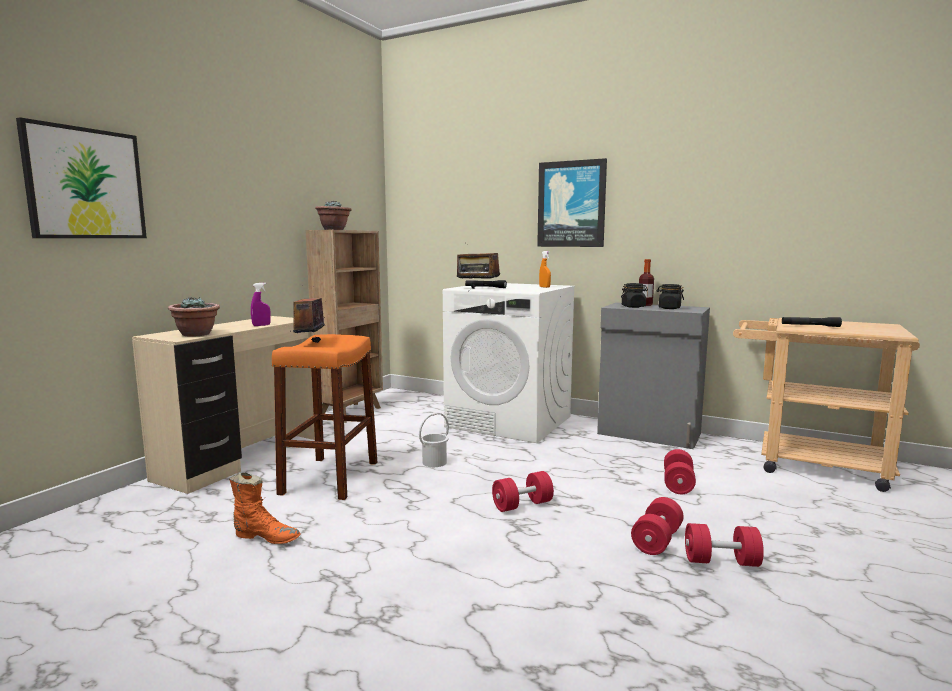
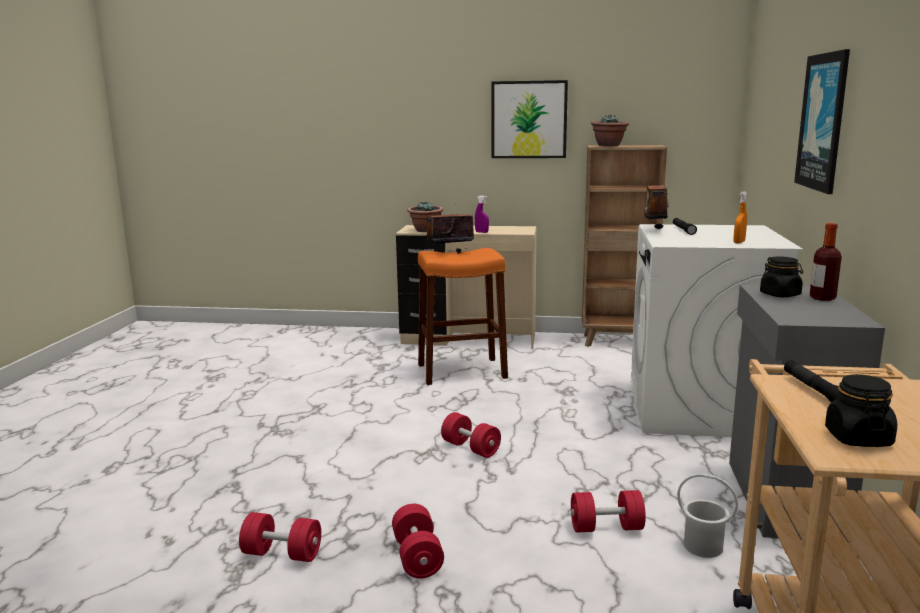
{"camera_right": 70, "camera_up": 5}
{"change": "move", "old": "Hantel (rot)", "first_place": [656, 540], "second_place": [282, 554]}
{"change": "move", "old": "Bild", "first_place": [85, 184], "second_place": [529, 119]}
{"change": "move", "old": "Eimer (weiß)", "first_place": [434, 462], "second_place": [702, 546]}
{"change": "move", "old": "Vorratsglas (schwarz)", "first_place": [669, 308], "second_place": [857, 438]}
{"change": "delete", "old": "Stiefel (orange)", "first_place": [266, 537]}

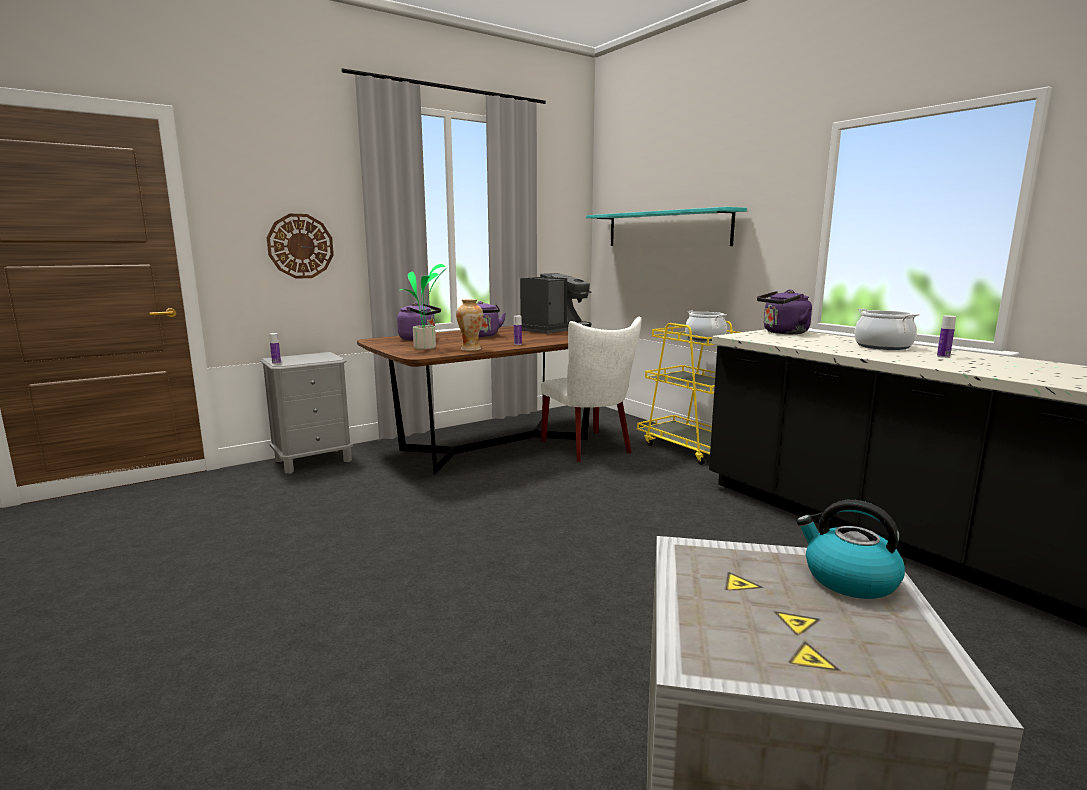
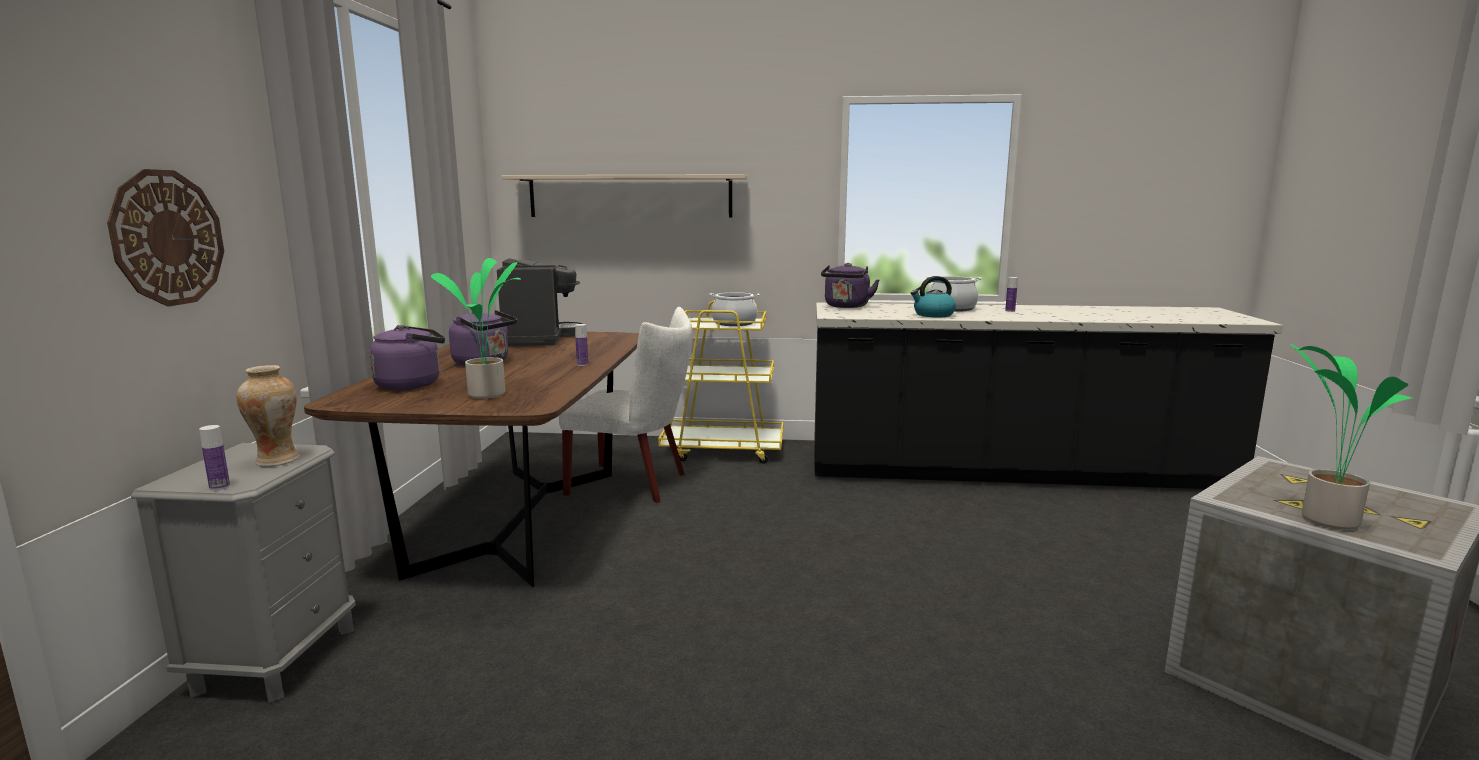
{"camera_right": -50, "camera_up": 0}
{"change": "move", "old": "Vase", "first_place": [470, 349], "second_place": [277, 460]}
{"change": "recolor", "old": "Wandregal (türkis)", "new": "Wandregal (beige)", "first_place": [666, 229], "second_place": [630, 196]}
{"change": "move", "old": "Wasserkessel", "first_place": [848, 579], "second_place": [933, 315]}
{"change": "insert", "new": "Topfpflanze", "second_place": [1325, 519]}

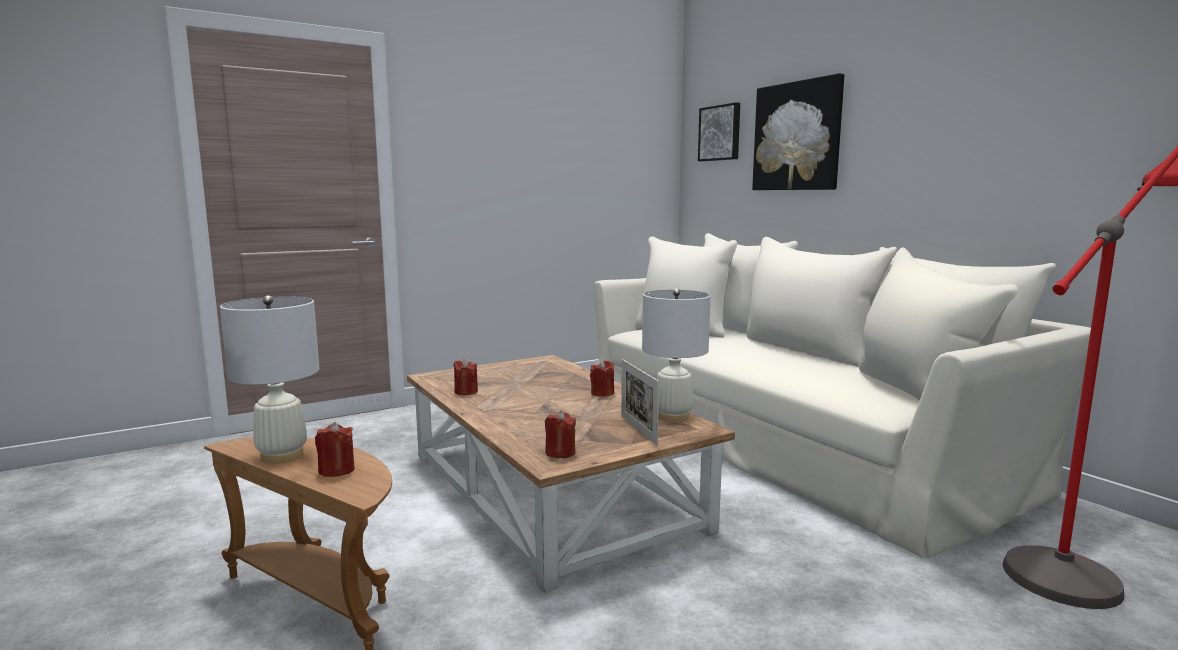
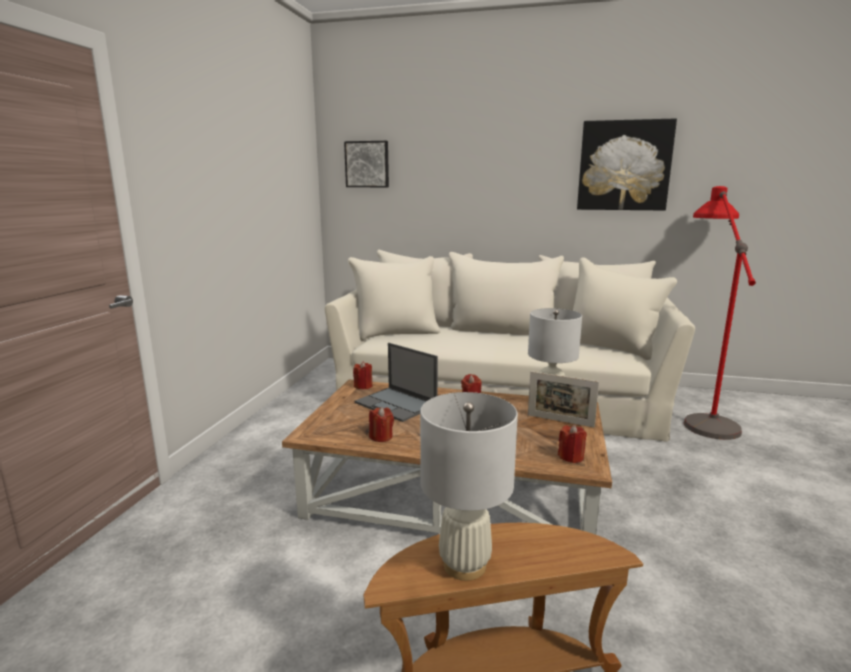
{"camera_right": -45, "camera_up": 5}
{"change": "move", "old": "Kerze (rot)", "first_place": [336, 470], "second_place": [363, 386]}
{"change": "insert", "new": "Laptop", "second_place": [397, 404]}
{"change": "move", "old": "Bild", "first_place": [797, 136], "second_place": [624, 166]}

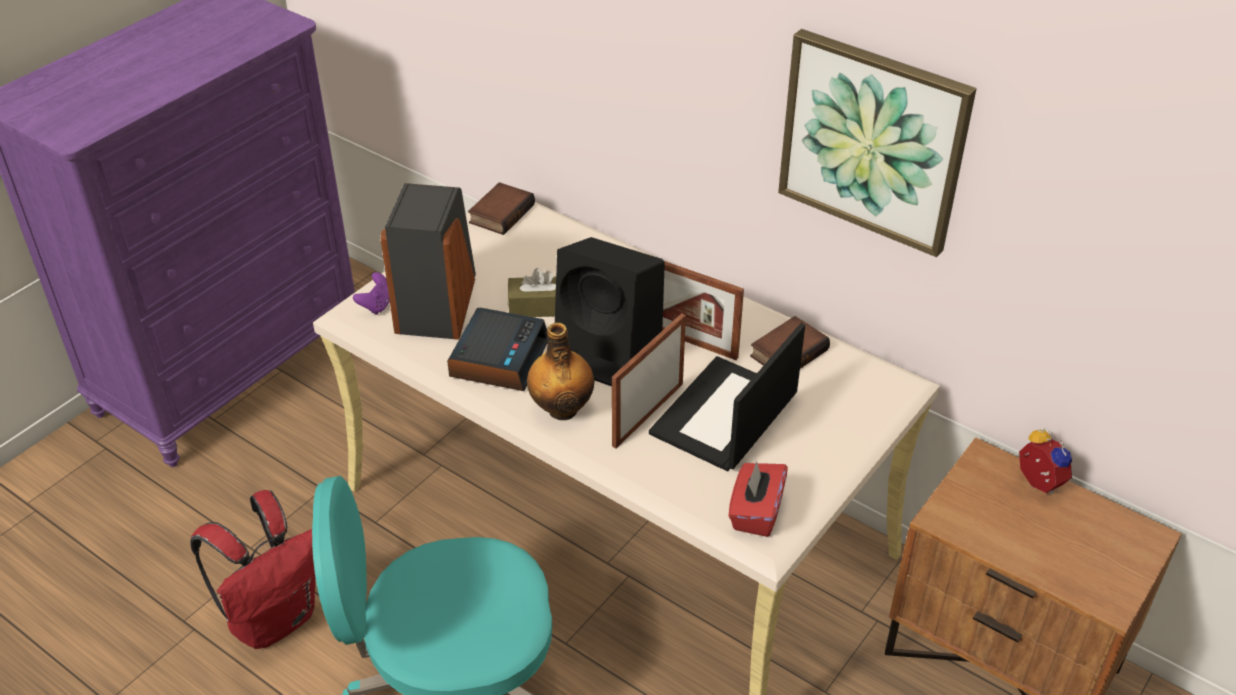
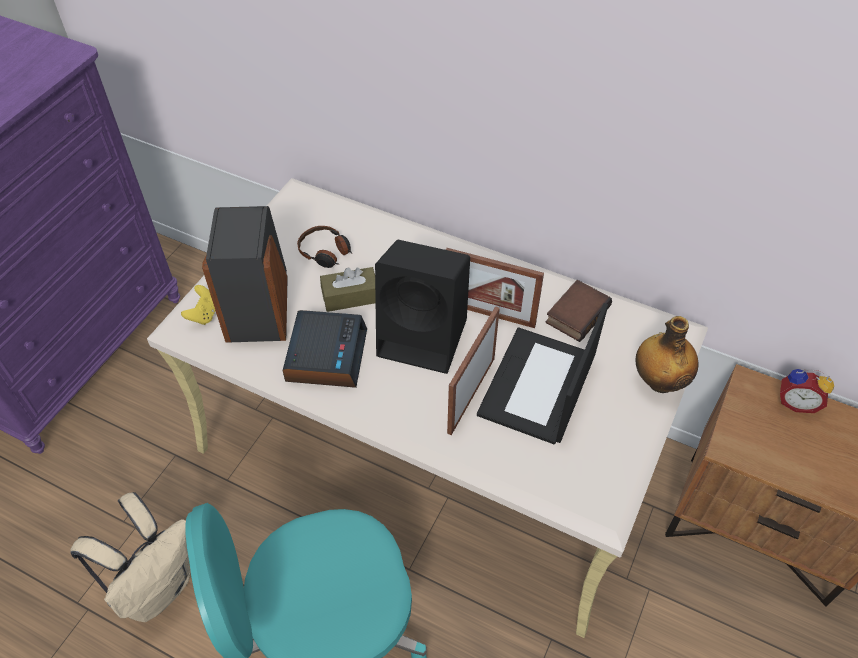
{"camera_right": -10, "camera_up": 10}
{"change": "recolor", "old": "Rucksack (rot)", "new": "Rucksack (beige)", "first_place": [275, 618], "second_place": [157, 587]}
{"change": "recolor", "old": "Gamepad (lila)", "new": "Gamepad (gelb)", "first_place": [377, 305], "second_place": [204, 314]}
{"change": "insert", "new": "Kopfhörer", "second_place": [325, 252]}
{"change": "move", "old": "Flasche", "first_place": [562, 408], "second_place": [659, 381]}
{"change": "rotate", "old": "Wecker", "first_place": [1036, 484], "second_place": [796, 402], "degrees": 150}
{"change": "delete", "old": "Buch", "first_place": [500, 213]}
{"change": "delete", "old": "Taschentuchbox (rot)", "first_place": [755, 512]}
{"change": "delete", "old": "Bild", "first_place": [873, 141]}

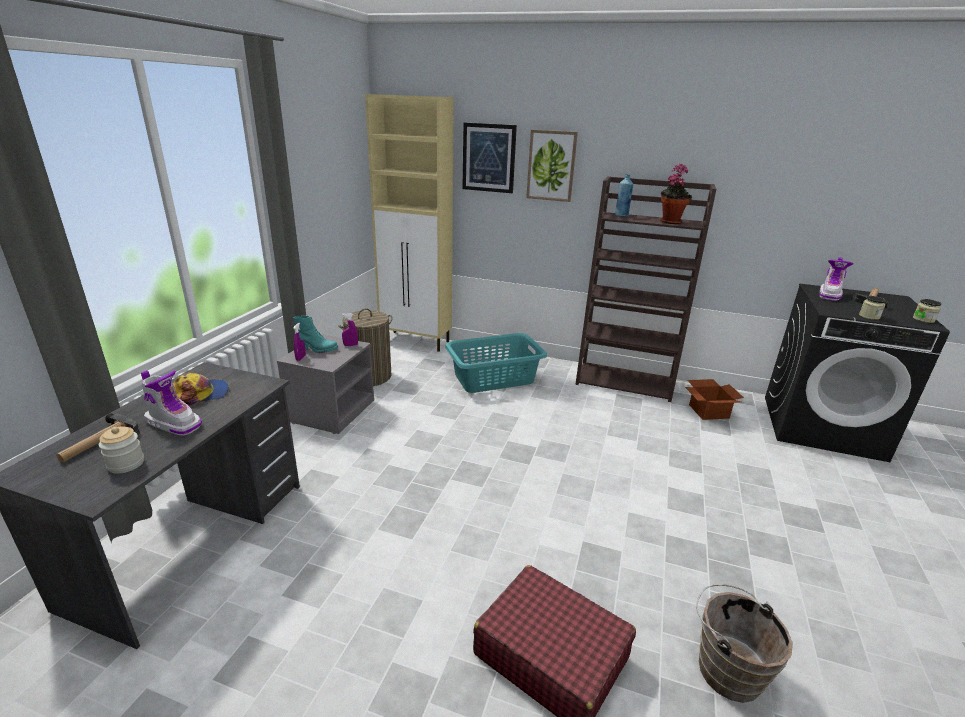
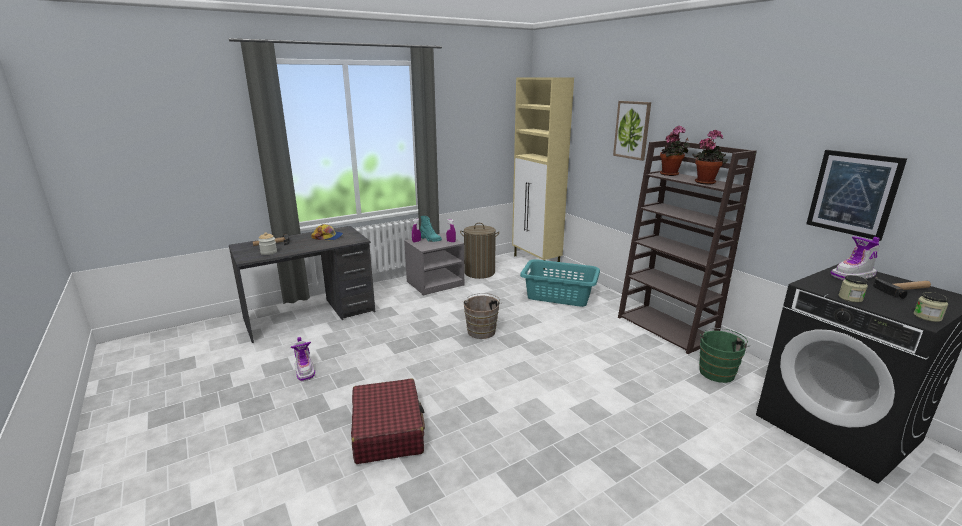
{"camera_right": 40, "camera_up": -5}
{"change": "move", "old": "Stiefel", "first_place": [174, 423], "second_place": [305, 371]}
{"change": "move", "old": "Eimer (braun)", "first_place": [725, 667], "second_place": [482, 330]}
{"change": "replace", "old": "Flasche (blau)", "new": "Topfpflanze", "first_place": [621, 216], "second_place": [671, 174]}
{"change": "replace", "old": "Karton", "new": "Eimer (grün)", "first_place": [708, 411], "second_place": [717, 371]}
{"change": "move", "old": "Bild", "first_place": [489, 158], "second_place": [853, 193]}

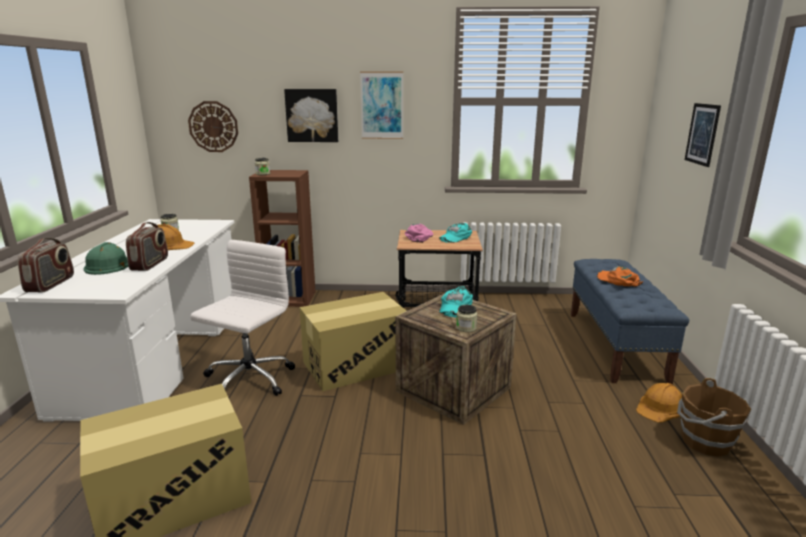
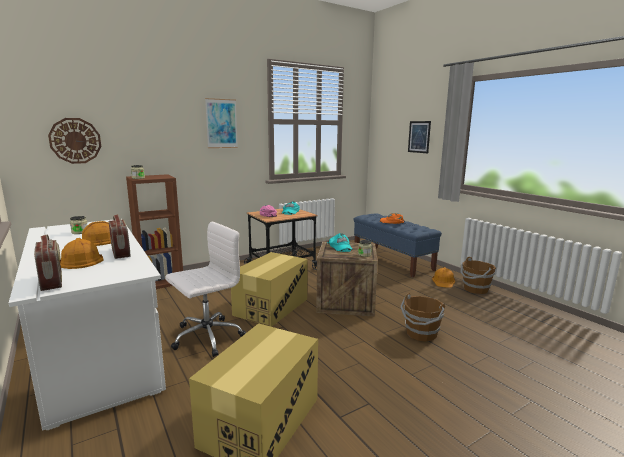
{"camera_right": -35, "camera_up": -5}
{"change": "recolor", "old": "Schutzhelm (grün)", "new": "Schutzhelm (orange)", "first_place": [109, 265], "second_place": [81, 260]}
{"change": "rotate", "old": "Bürostuhl (weiß)", "first_place": [248, 379], "second_place": [206, 337], "degrees": 60}
{"change": "insert", "new": "Eimer (braun)", "second_place": [421, 334]}
{"change": "delete", "old": "Bild", "first_place": [312, 115]}

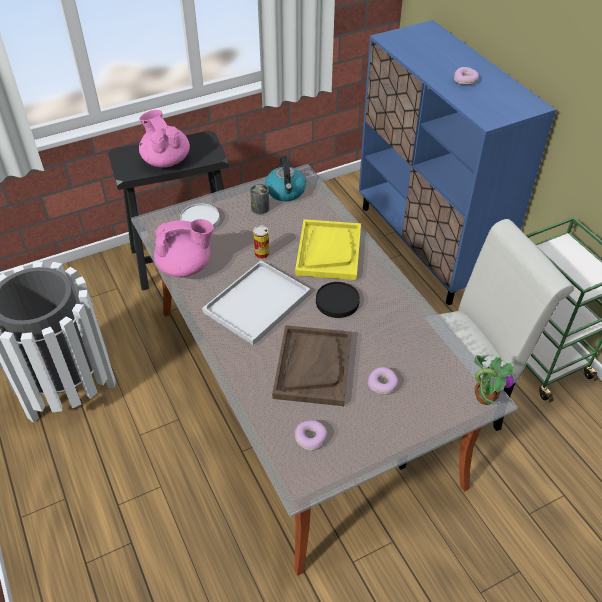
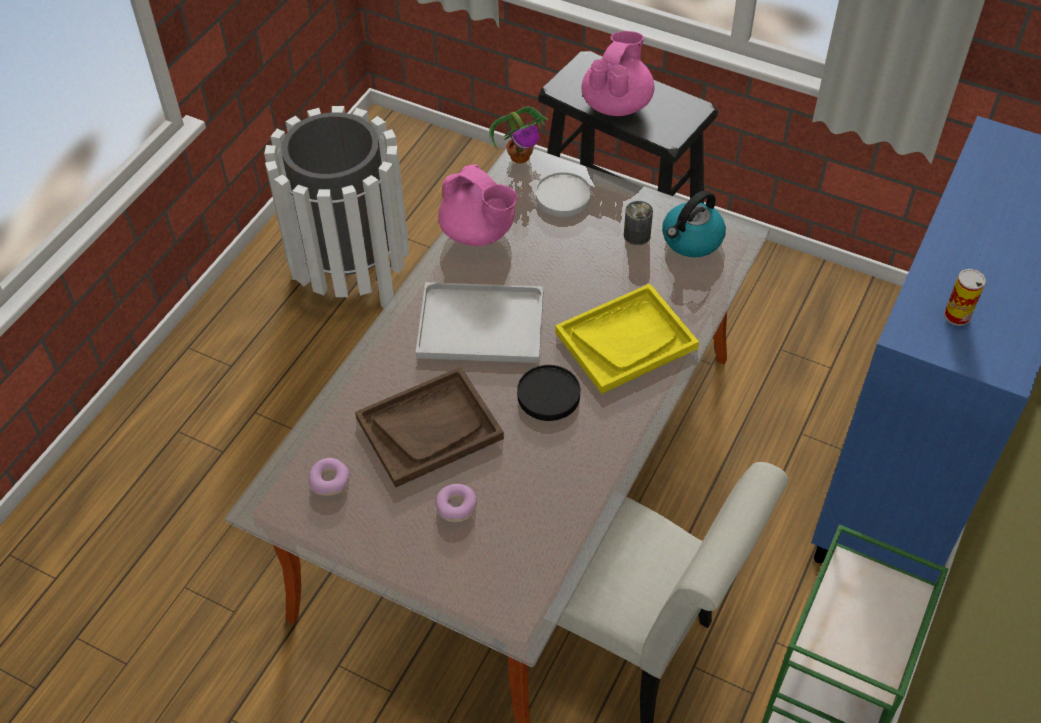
{"camera_right": 55, "camera_up": 5}
{"change": "move", "old": "Topfpflanze", "first_place": [484, 397], "second_place": [520, 156]}
{"change": "move", "old": "Dose", "first_place": [262, 254], "second_place": [957, 316]}
{"change": "delete", "old": "Donut", "first_place": [465, 80]}

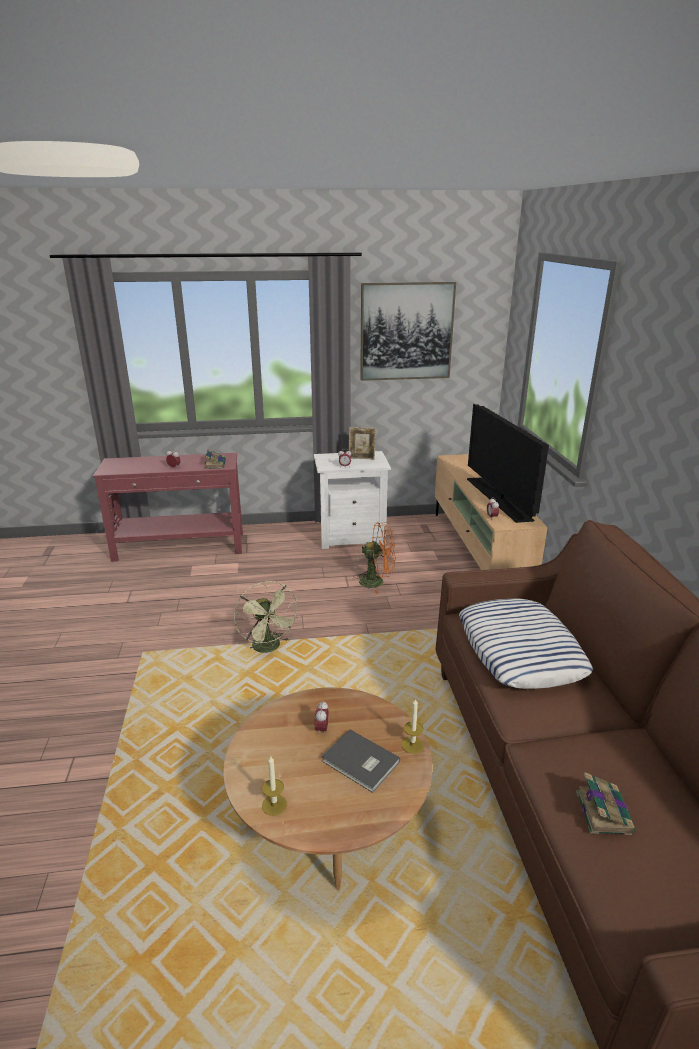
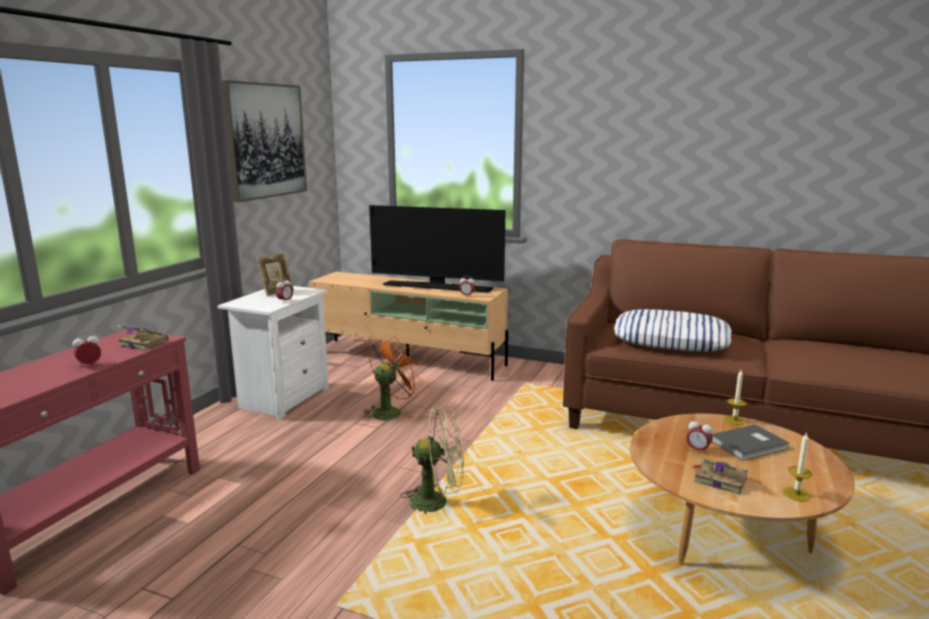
{"camera_right": -60, "camera_up": -10}
{"change": "move", "old": "Buch", "first_place": [603, 811], "second_place": [719, 479]}

